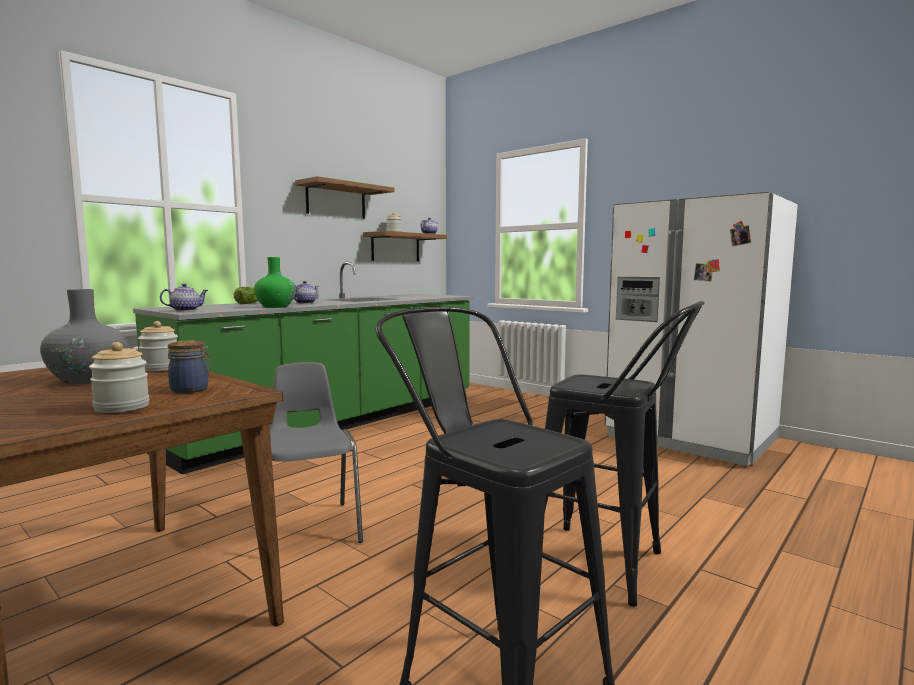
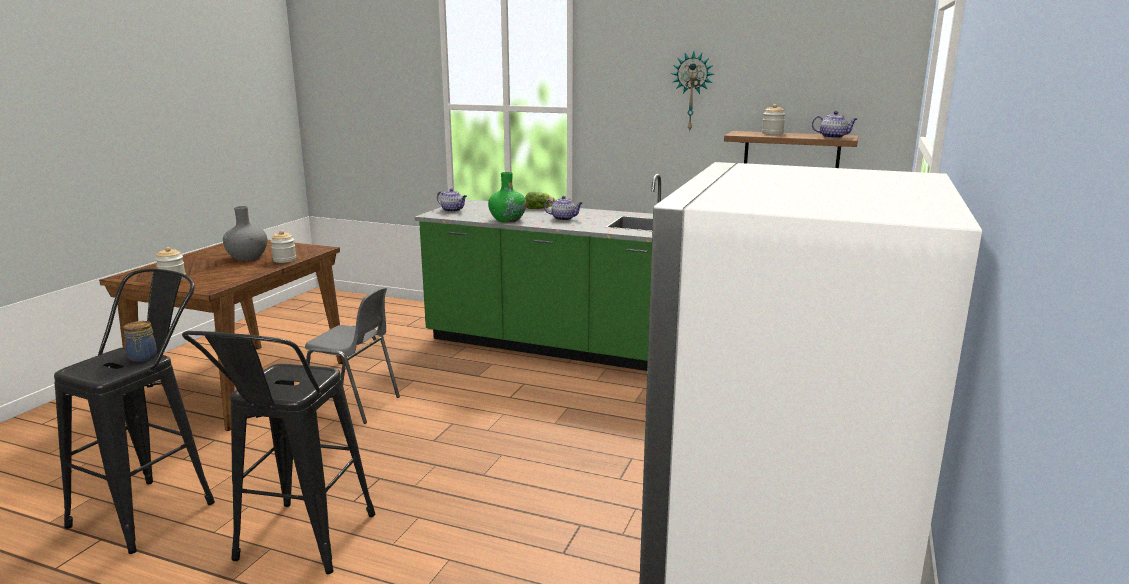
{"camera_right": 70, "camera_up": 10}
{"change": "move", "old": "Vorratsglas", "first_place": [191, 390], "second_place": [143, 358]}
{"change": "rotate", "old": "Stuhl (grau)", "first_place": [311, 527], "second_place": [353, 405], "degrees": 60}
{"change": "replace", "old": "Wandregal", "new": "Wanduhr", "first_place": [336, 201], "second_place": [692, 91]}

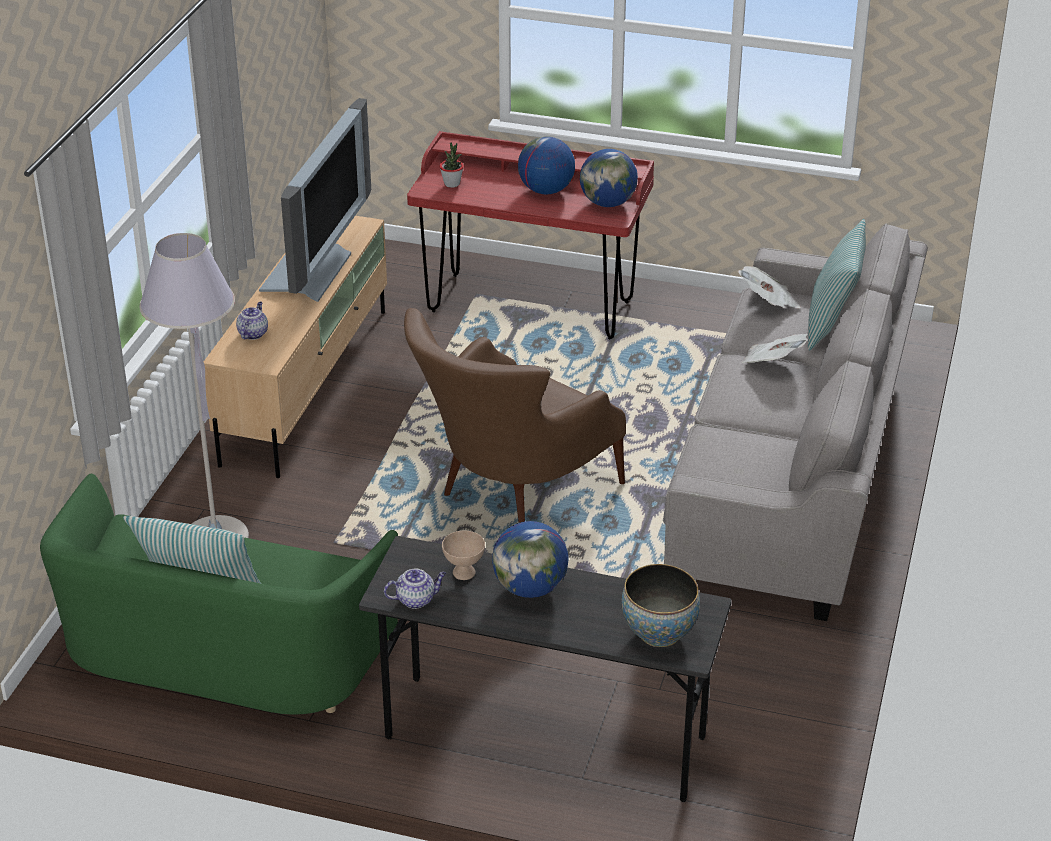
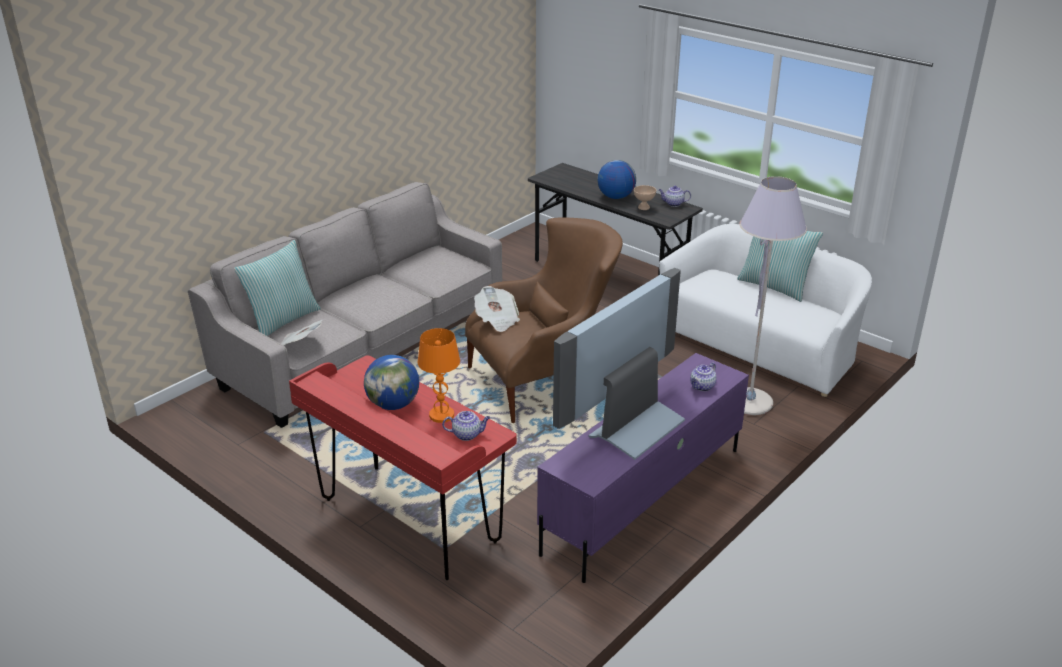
{"camera_right": -155, "camera_up": -5}
{"change": "insert", "new": "Tischlampe (orange)", "second_place": [442, 415]}
{"change": "replace", "old": "Topfpflanze", "new": "Teekanne", "first_place": [452, 184], "second_place": [467, 434]}
{"change": "move", "old": "Zeitung", "first_place": [772, 362], "second_place": [497, 320]}
{"change": "recolor", "old": "Fernsehschrank (beige)", "new": "Fernsehschrank (lila)", "first_place": [307, 384], "second_place": [642, 500]}
{"change": "recolor", "old": "Sofa (grün)", "new": "Sofa (weiß)", "first_place": [221, 651], "second_place": [760, 345]}
{"change": "delete", "old": "Globus", "first_place": [608, 203]}
{"change": "delete", "old": "Schüssel", "first_place": [659, 633]}

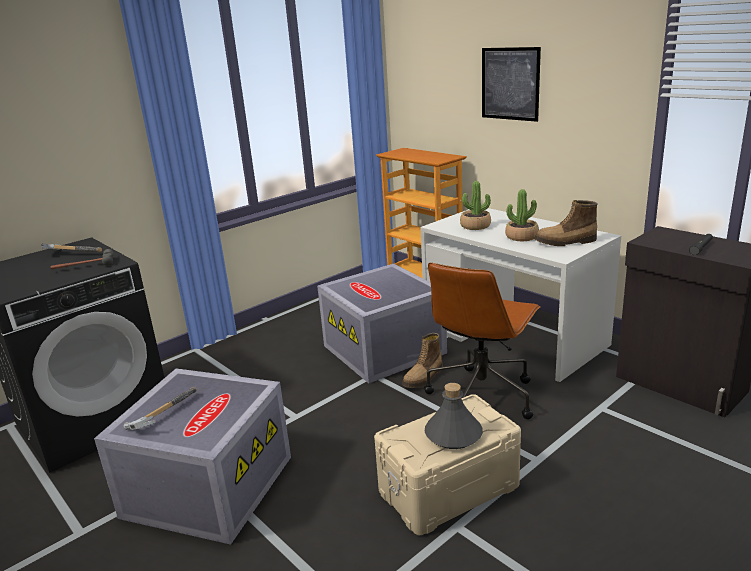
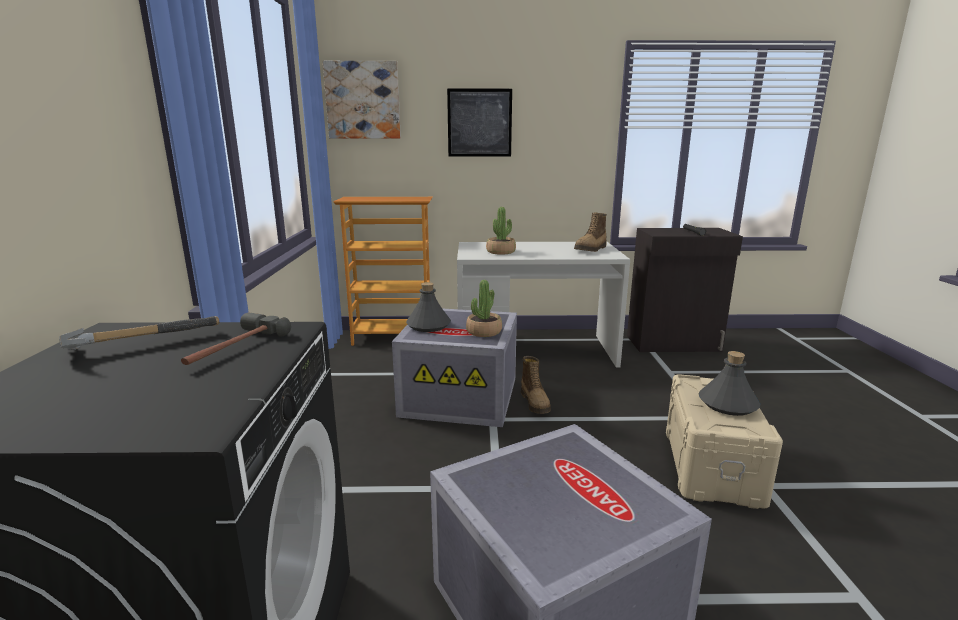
{"camera_right": -50, "camera_up": -5}
{"change": "insert", "new": "Bild", "second_place": [363, 100]}
{"change": "insert", "new": "Flasche (grau)", "second_place": [428, 326]}
{"change": "move", "old": "Topfpflanze", "first_place": [521, 237], "second_place": [484, 332]}
{"change": "delete", "old": "Hammer", "first_place": [161, 415]}
{"change": "delete", "old": "Bürostuhl (braun)", "first_place": [481, 396]}

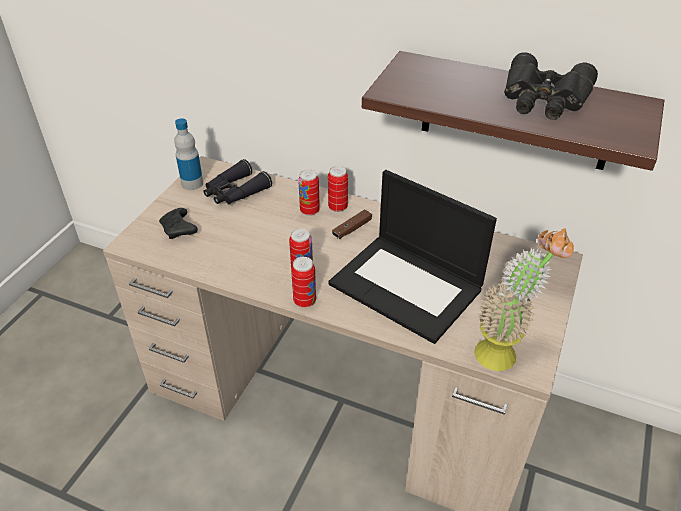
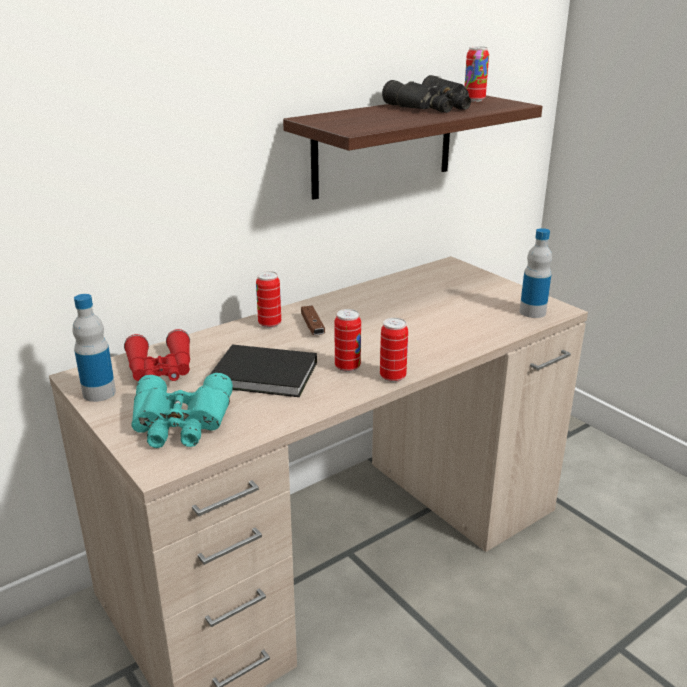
{"camera_right": -60, "camera_up": -15}
{"change": "recolor", "old": "Fernglas (schwarz)", "new": "Fernglas (rot)", "first_place": [235, 192], "second_place": [161, 370]}
{"change": "replace", "old": "Gamepad (schwarz)", "new": "Fernglas (türkis)", "first_place": [179, 230], "second_place": [181, 422]}
{"change": "insert", "new": "Buch (schwarz)", "second_place": [266, 375]}
{"change": "move", "old": "Dose", "first_place": [309, 211], "second_place": [474, 100]}
{"change": "replace", "old": "Topfpflanze", "new": "Flasche", "first_place": [505, 351], "second_place": [532, 312]}
{"change": "delete", "old": "Laptop", "first_place": [408, 286]}

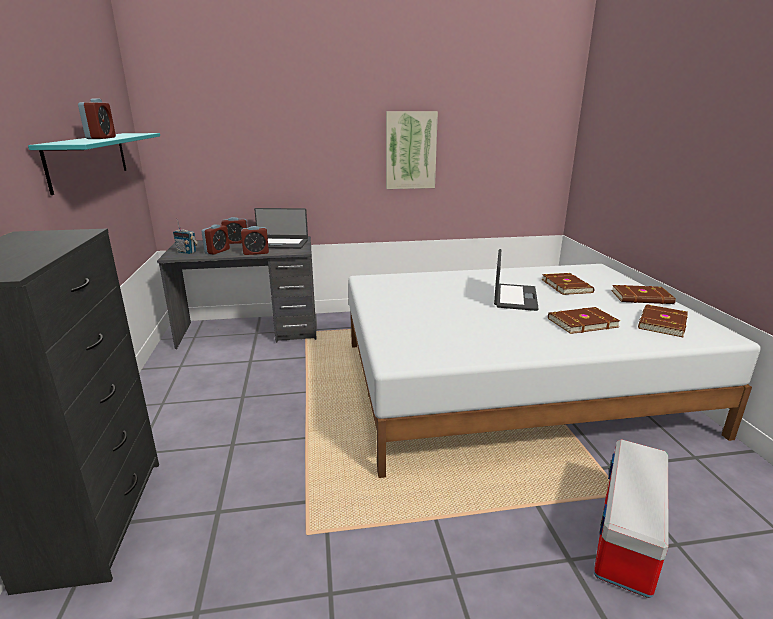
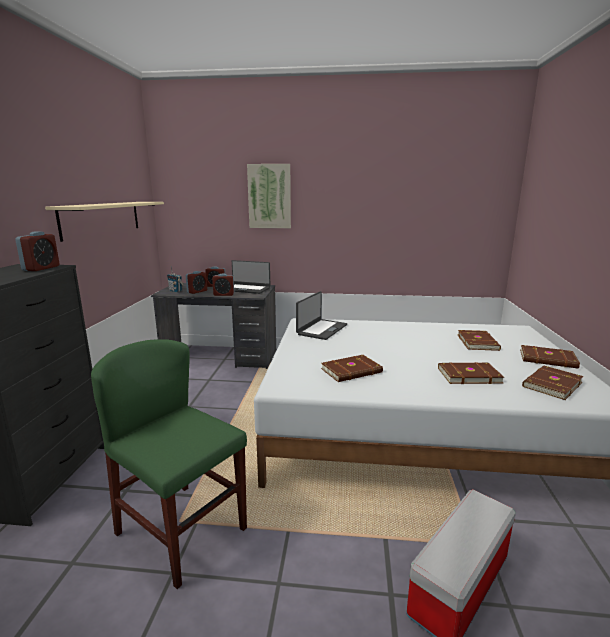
{"camera_right": 15, "camera_up": -5}
{"change": "move", "old": "Wecker", "first_place": [101, 138], "second_place": [41, 268]}
{"change": "recolor", "old": "Wandregal (türkis)", "new": "Wandregal (beige)", "first_place": [89, 159], "second_place": [102, 218]}
{"change": "insert", "new": "Stuhl (grün)", "second_place": [182, 531]}
{"change": "move", "old": "Bild", "first_place": [410, 150], "second_place": [269, 196]}
{"change": "move", "old": "Laptop", "first_place": [514, 297], "second_place": [321, 329]}
{"change": "insert", "new": "Buch (braun)", "second_place": [352, 371]}

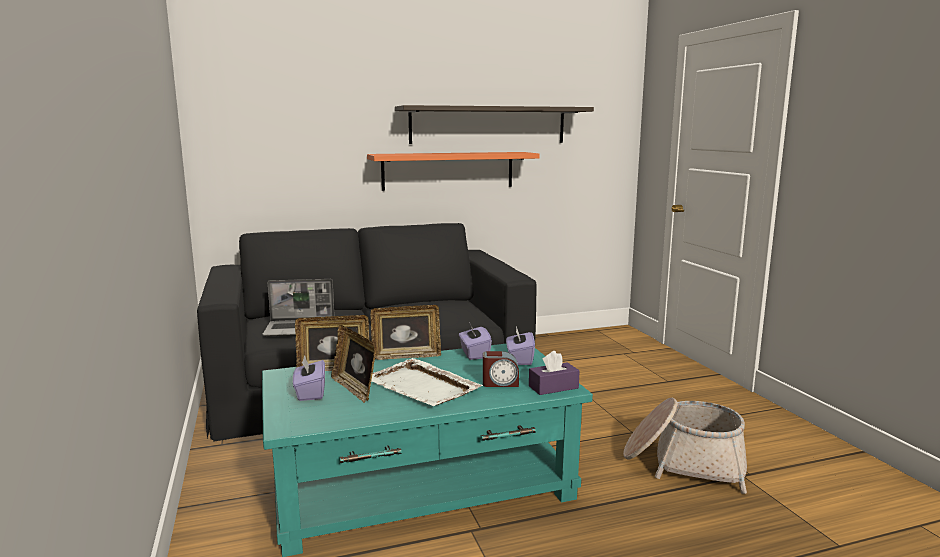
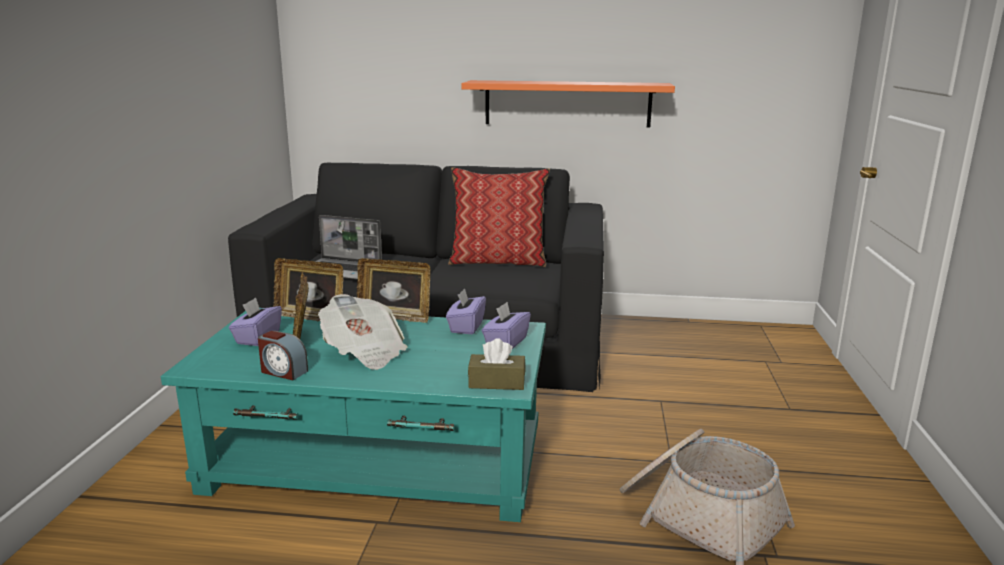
{"camera_right": 25, "camera_up": 5}
{"change": "move", "old": "Wecker", "first_place": [500, 383], "second_place": [283, 371]}
{"change": "replace", "old": "Tablett (weiß)", "new": "Zeitung", "first_place": [422, 386], "second_place": [364, 352]}
{"change": "insert", "new": "Kissen", "second_place": [498, 261]}
{"change": "recolor", "old": "Taschentuchbox (lila)", "new": "Taschentuchbox (braun)", "first_place": [553, 387], "second_place": [496, 382]}
{"change": "delete", "old": "Wandregal", "first_place": [488, 125]}

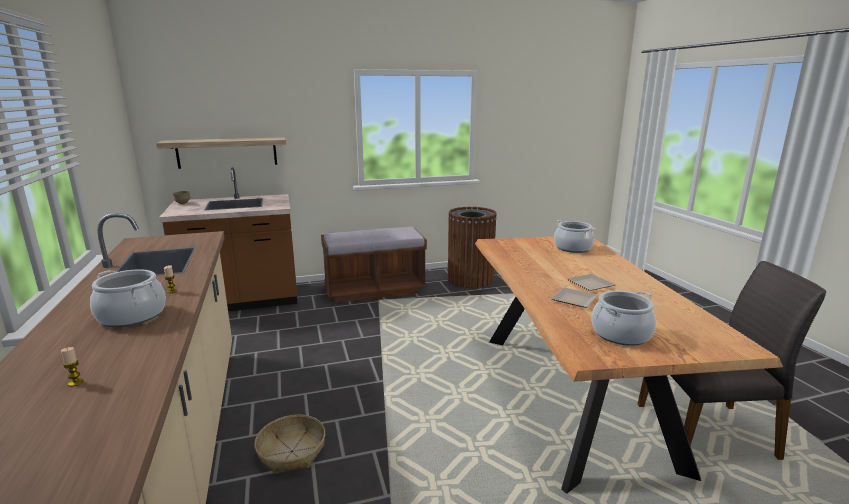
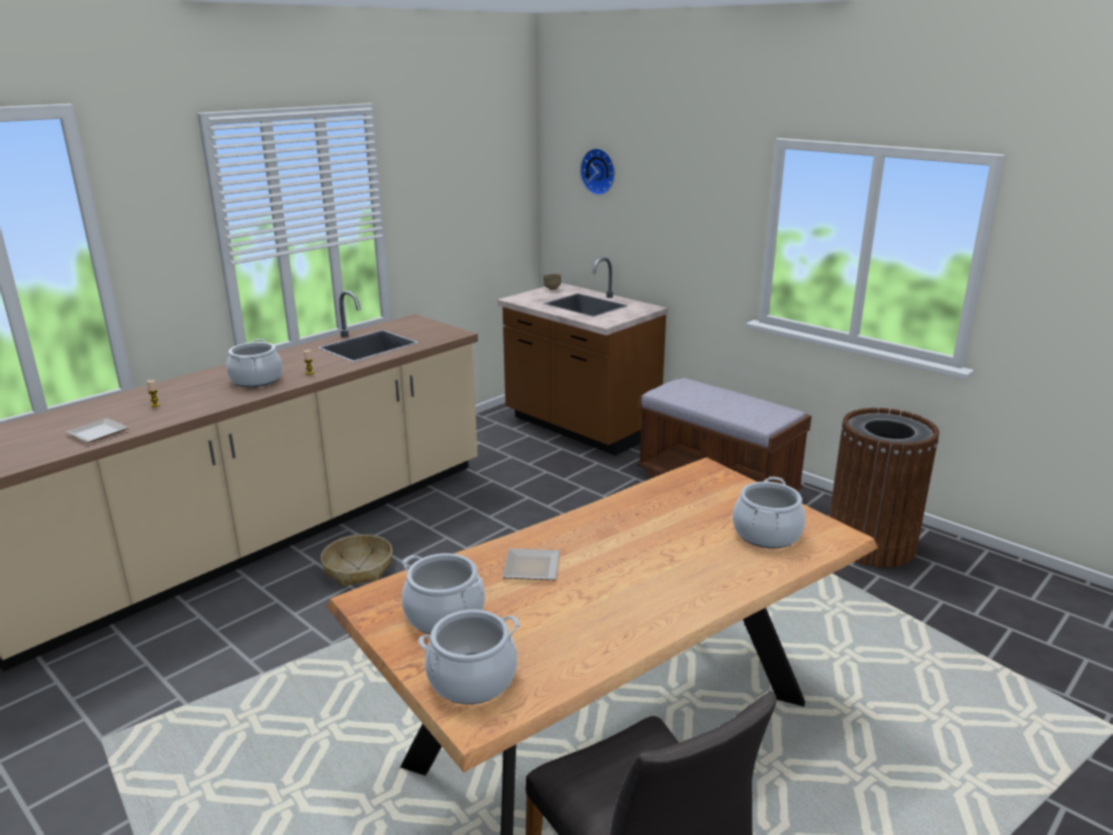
{"camera_right": 60, "camera_up": 5}
{"change": "move", "old": "Teller", "first_place": [590, 285], "second_place": [95, 433]}
{"change": "insert", "new": "Kochtopf", "second_place": [472, 679]}
{"change": "insert", "new": "Wanduhr", "second_place": [599, 171]}
{"change": "delete", "old": "Wandregal", "first_place": [227, 152]}

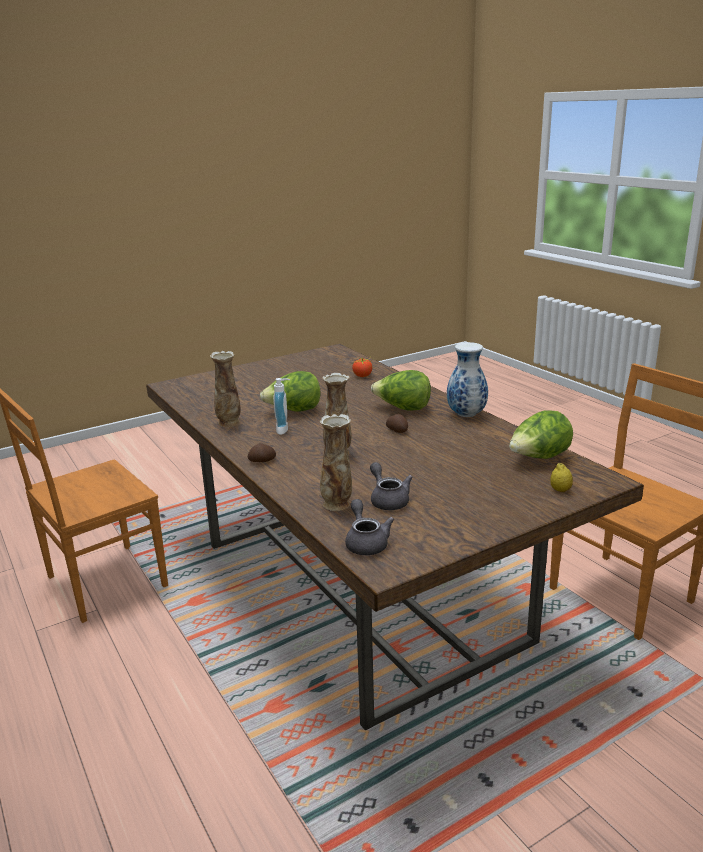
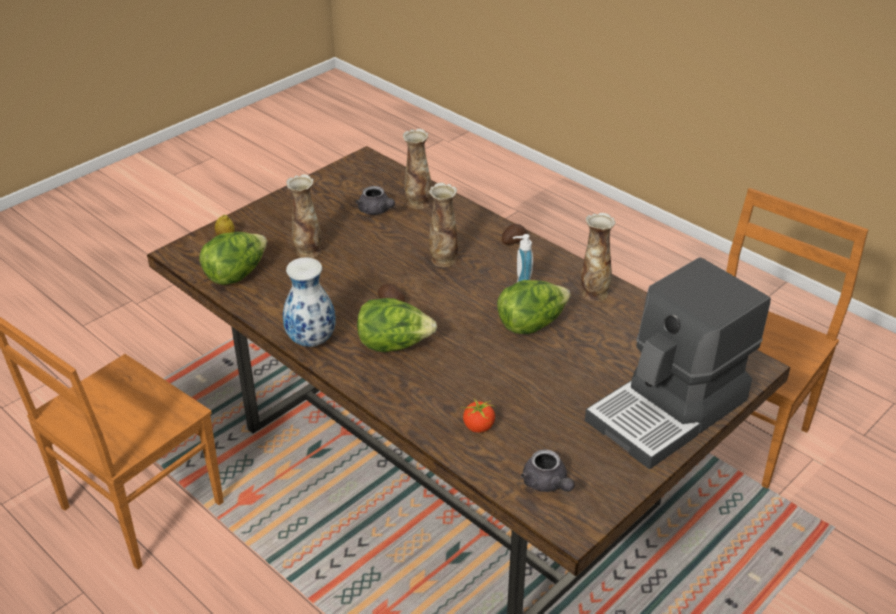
{"camera_right": 165, "camera_up": 15}
{"change": "insert", "new": "Vase", "second_place": [308, 252]}
{"change": "move", "old": "Teekanne (grau)", "first_place": [366, 542], "second_place": [547, 484]}
{"change": "insert", "new": "Kaffeemaschine", "second_place": [670, 410]}

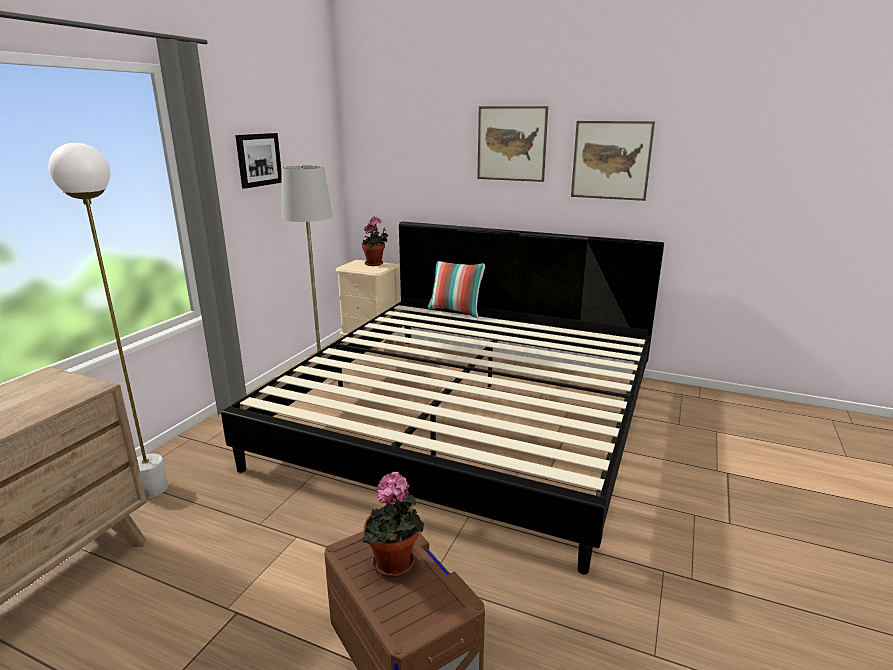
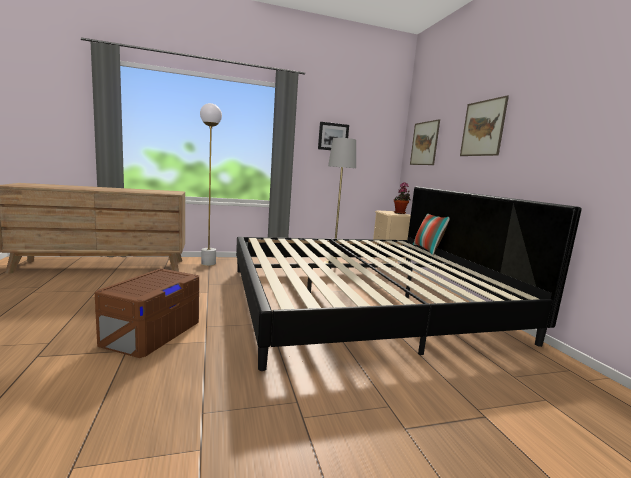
{"camera_right": 50, "camera_up": -10}
{"change": "move", "old": "Bild", "first_place": [611, 160], "second_place": [424, 143]}
{"change": "delete", "old": "Topfpflanze", "first_place": [395, 566]}

